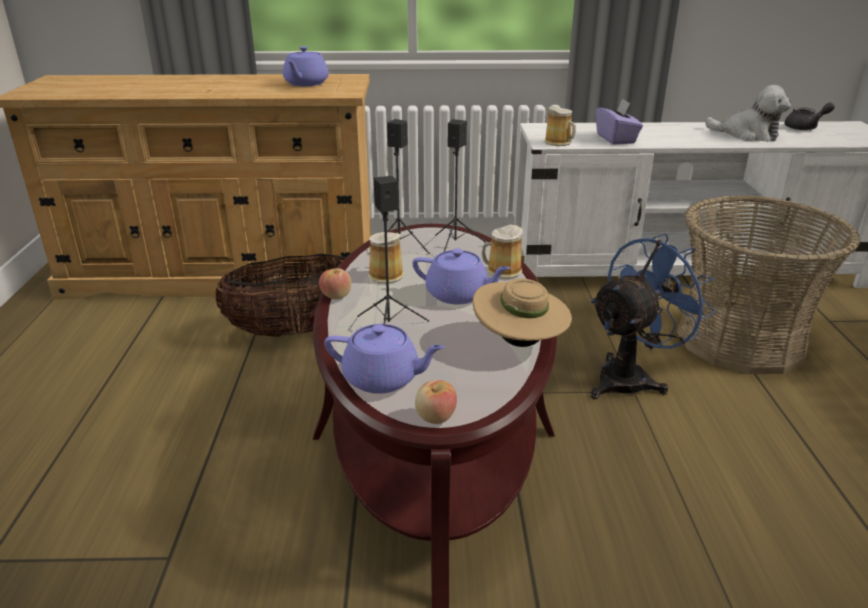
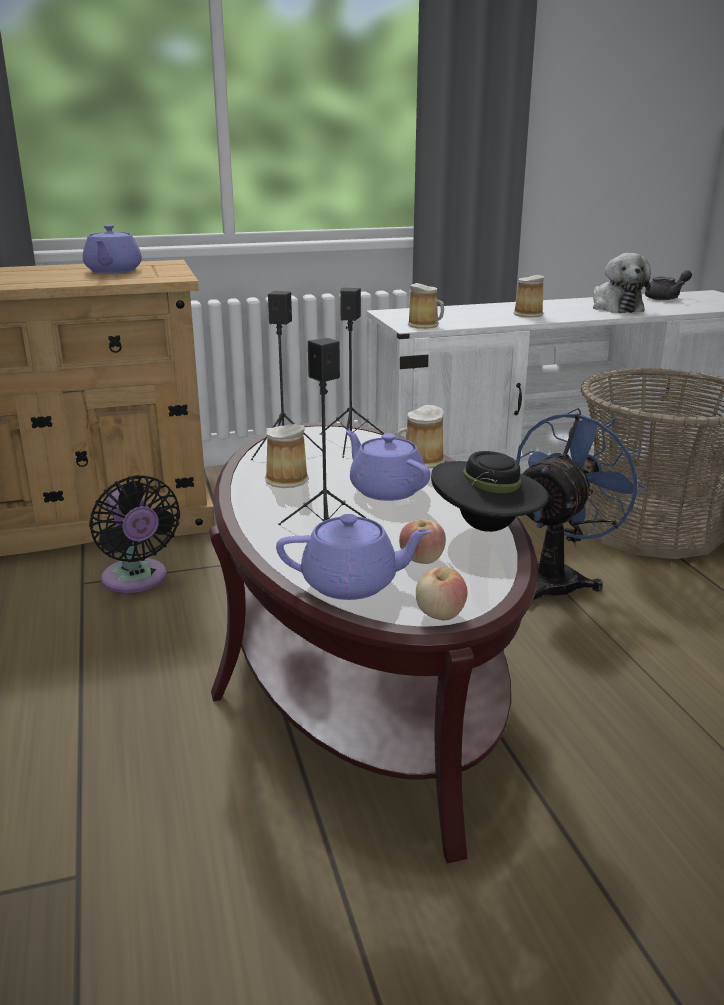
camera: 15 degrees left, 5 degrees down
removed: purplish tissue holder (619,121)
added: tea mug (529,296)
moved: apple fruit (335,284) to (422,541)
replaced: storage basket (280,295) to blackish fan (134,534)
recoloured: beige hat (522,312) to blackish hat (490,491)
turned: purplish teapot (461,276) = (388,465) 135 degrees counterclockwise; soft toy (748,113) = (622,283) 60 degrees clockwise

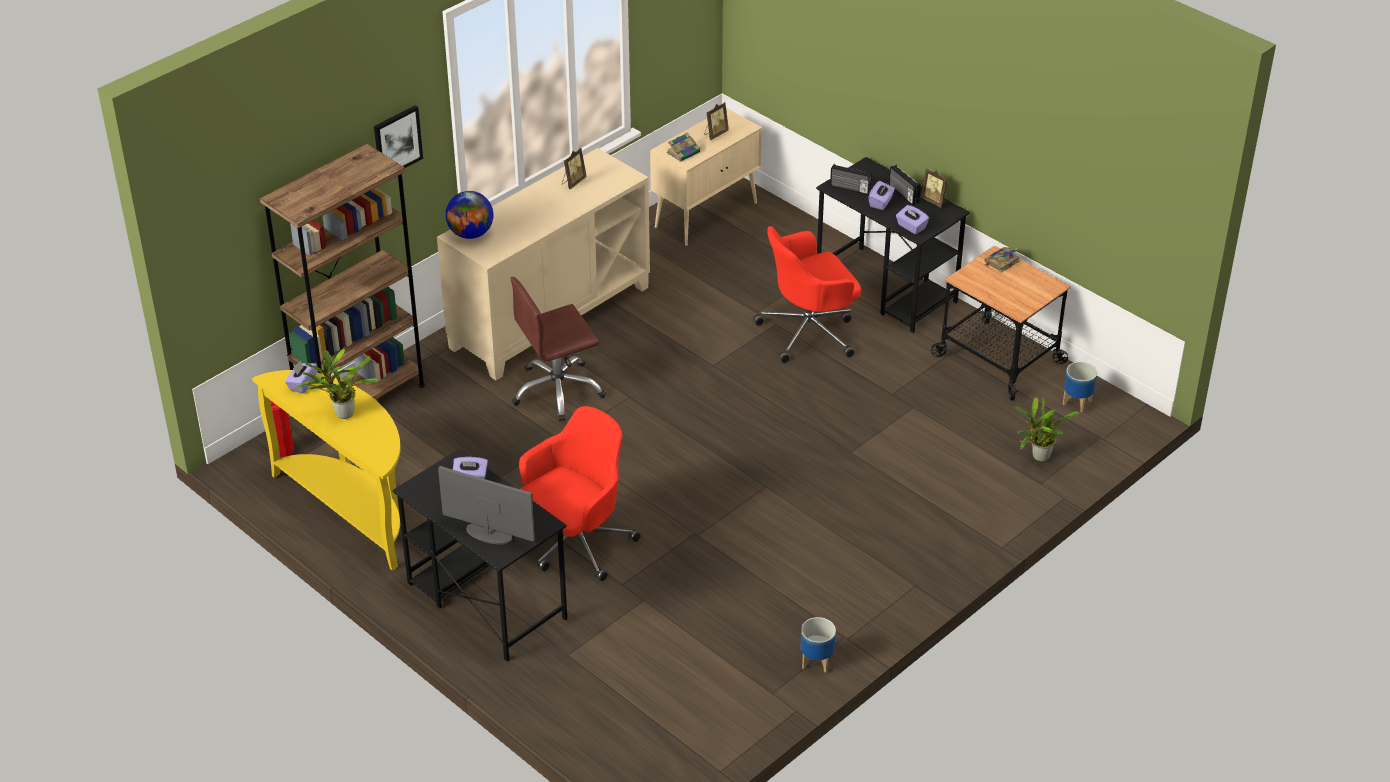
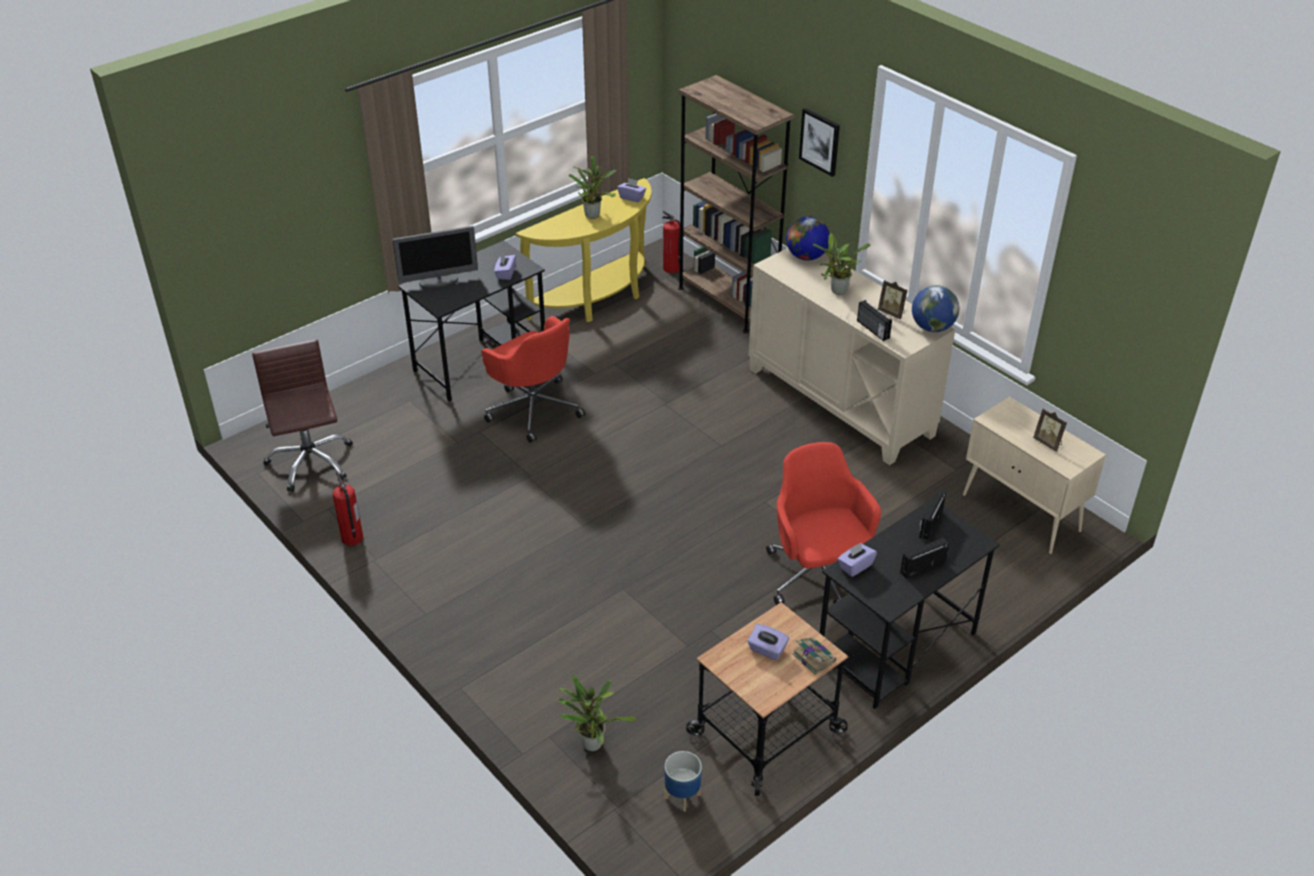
camera: 95 degrees right, 0 degrees up
removed: volume (683,147); picture frame (934,188)
added: potted plant (842,264); radio receiver (874,320); desk globe (935,308)
moved: brown office chair (558,349) to (302,416); purplish tissue holder (882,195) to (768,642)
replaced: flower pot (818,645) to extinguisher (347,509)
turned: computer screen (486,505) = (435,257) 45 degrees clockwise

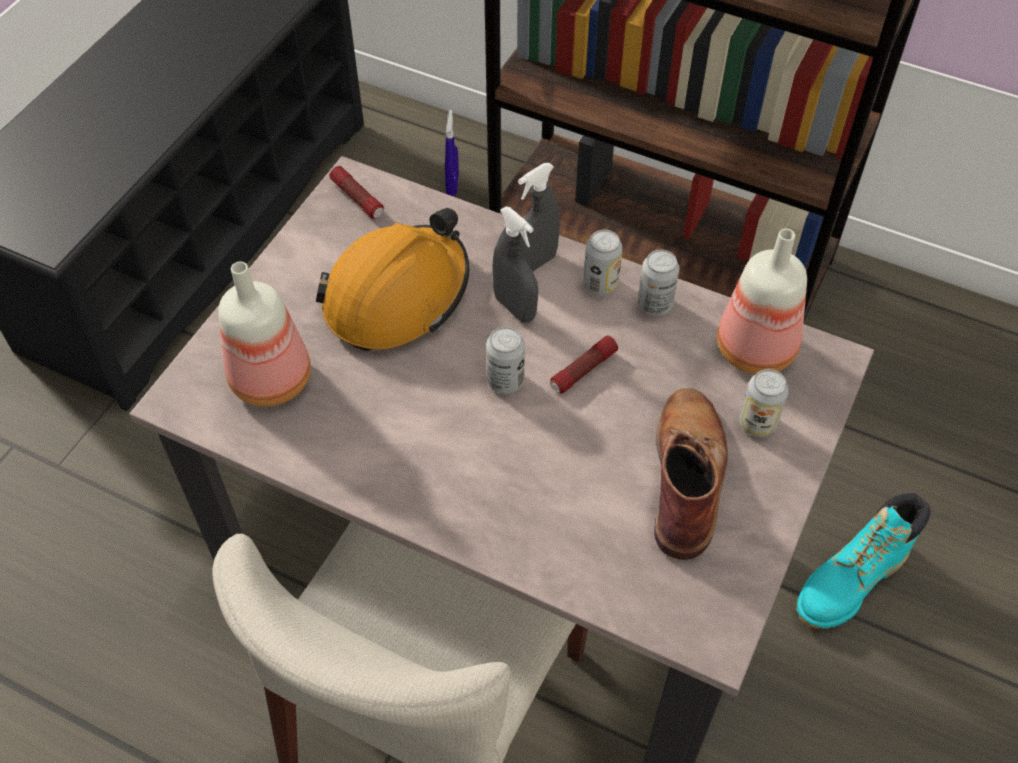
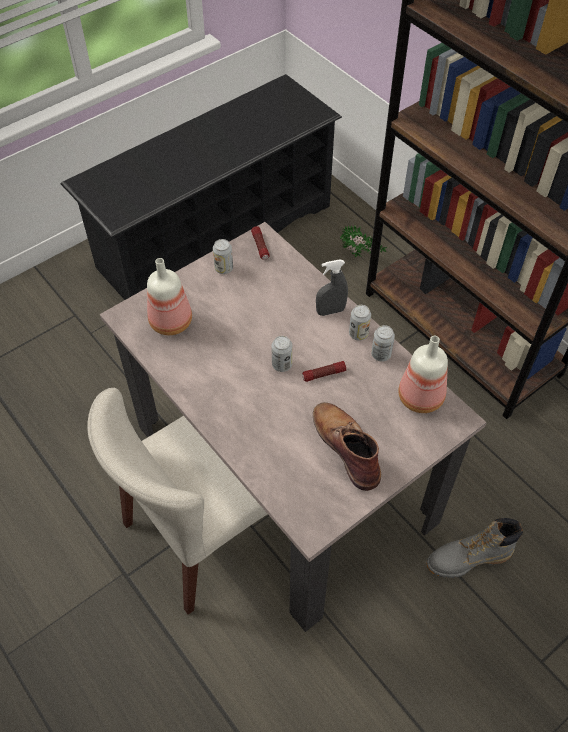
camera: 25 degrees right, 0 degrees up
removed: orange work helmet (392,279); grey hand sprayer (515,264)
moved: metal can (764,403) to (223,256)
replaced: blue hand sprayer (452,153) to potted plant (363,241)
recoloured: turquoise high-top boot (863,561) to grey high-top boot (474,548)
turned: brown high-top boot (691,474) = (347,446) 60 degrees counterclockwise

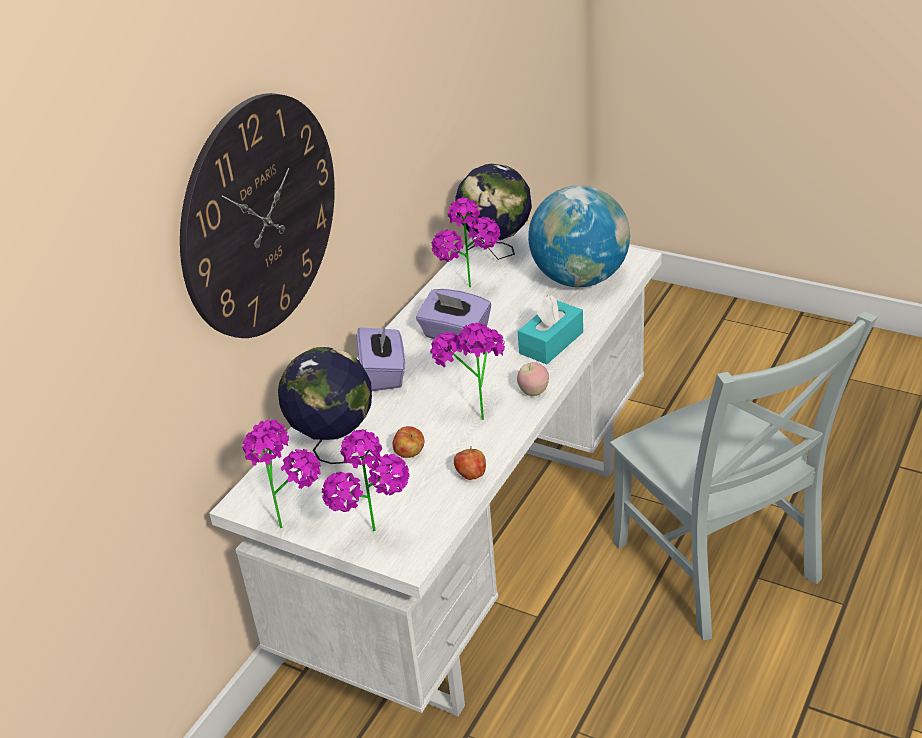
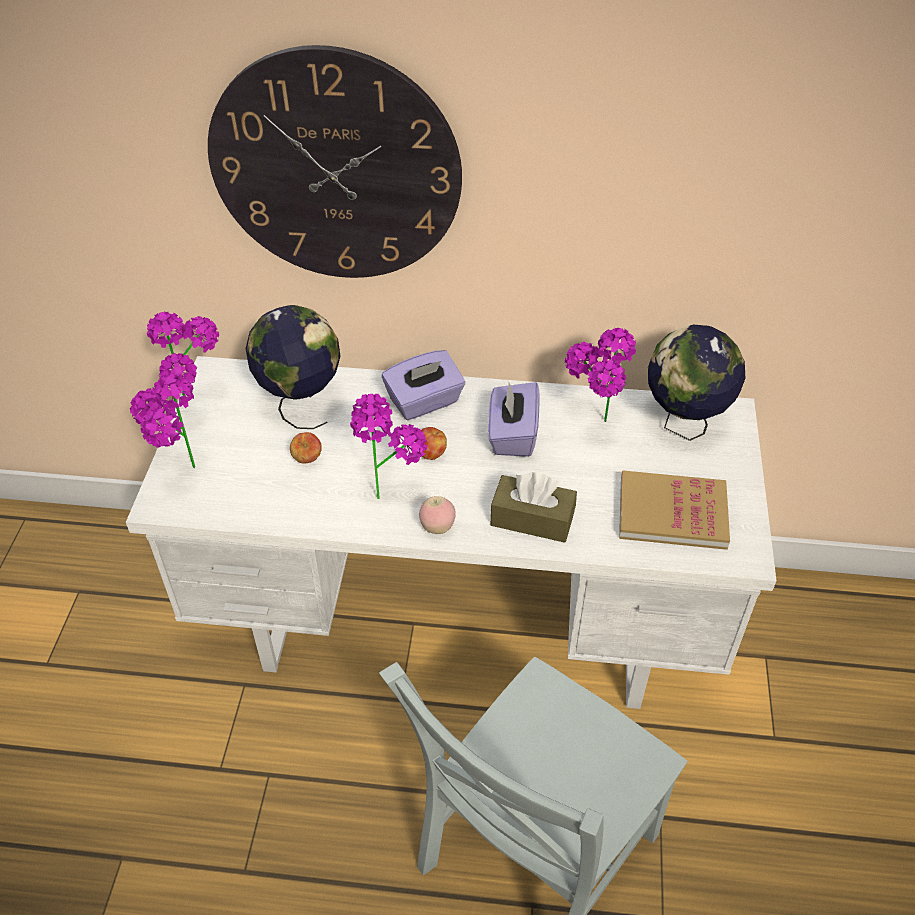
camera: 65 degrees right, 10 degrees up
moved: apple fruit (470,463) to (434,443)
replaced: desk globe (579,236) to volume (674,510)
recoloured: turquoise tissue holder (550,330) to brown tissue holder (533,507)

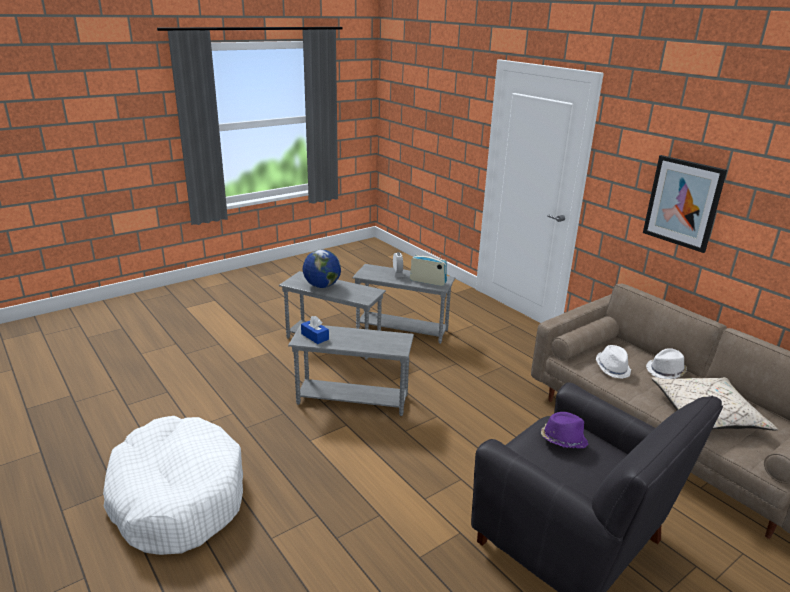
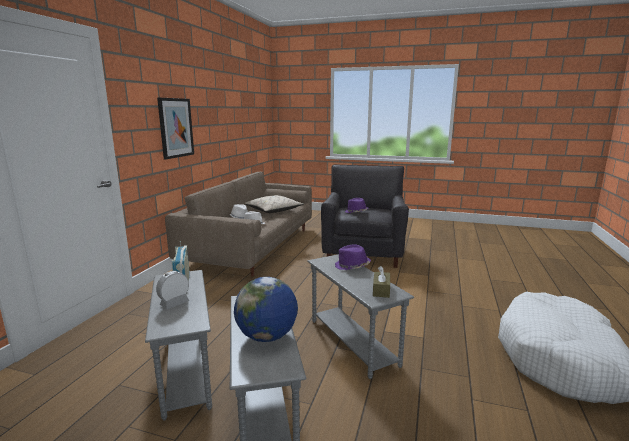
camera: 125 degrees left, 10 degrees down
added: purplish hat (353,257)
recoloured: blue tissue holder (315,330) to brown tissue holder (381,282)

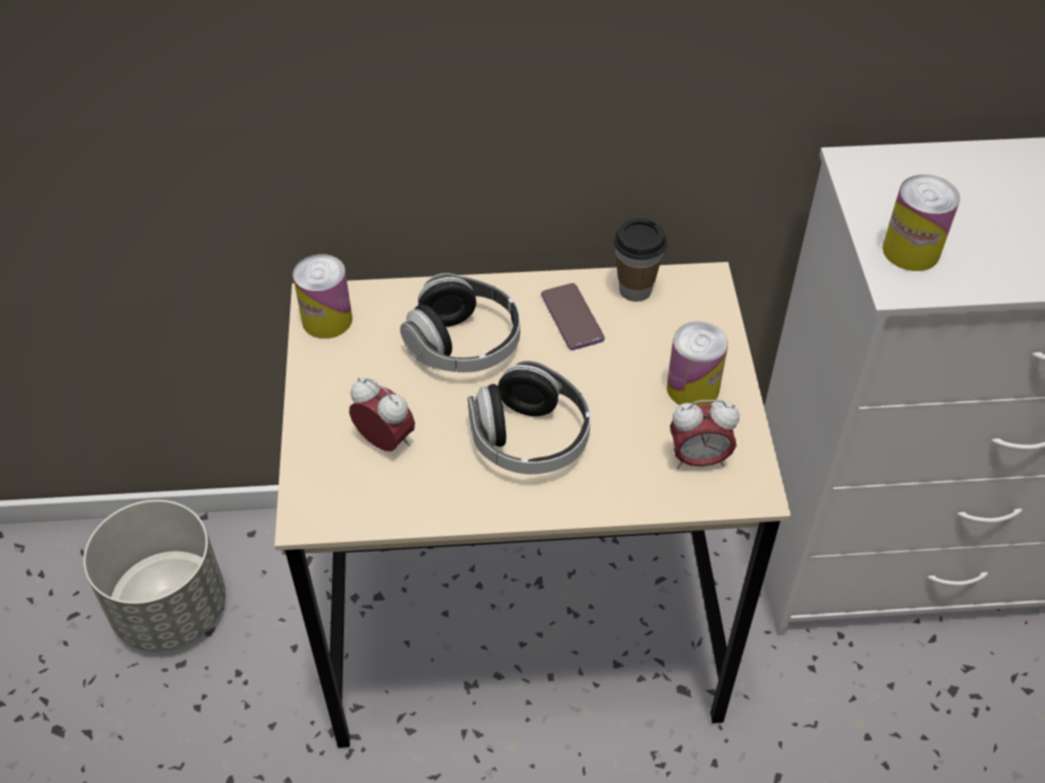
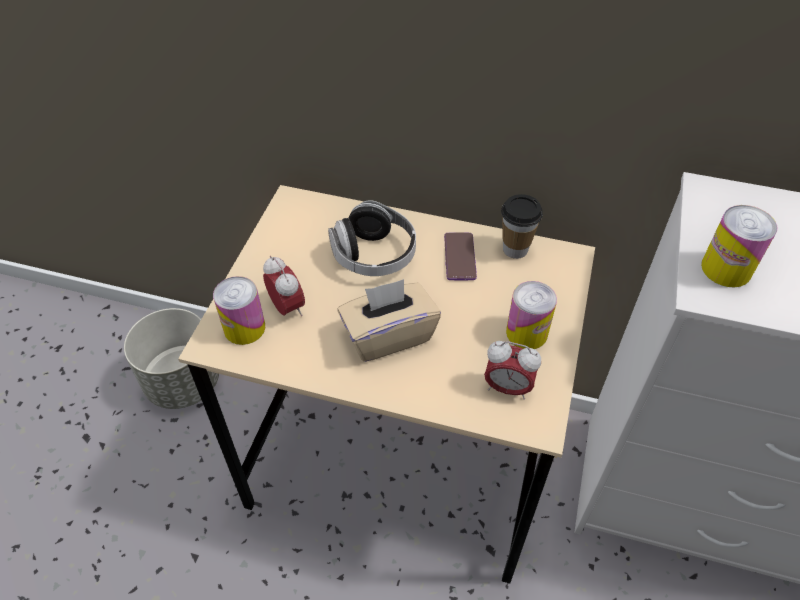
camera: 20 degrees right, 0 degrees up
moved: metal can (322,296) to (239,310)
replaced: pair of headphones (529,417) to beige tissue holder (389,320)

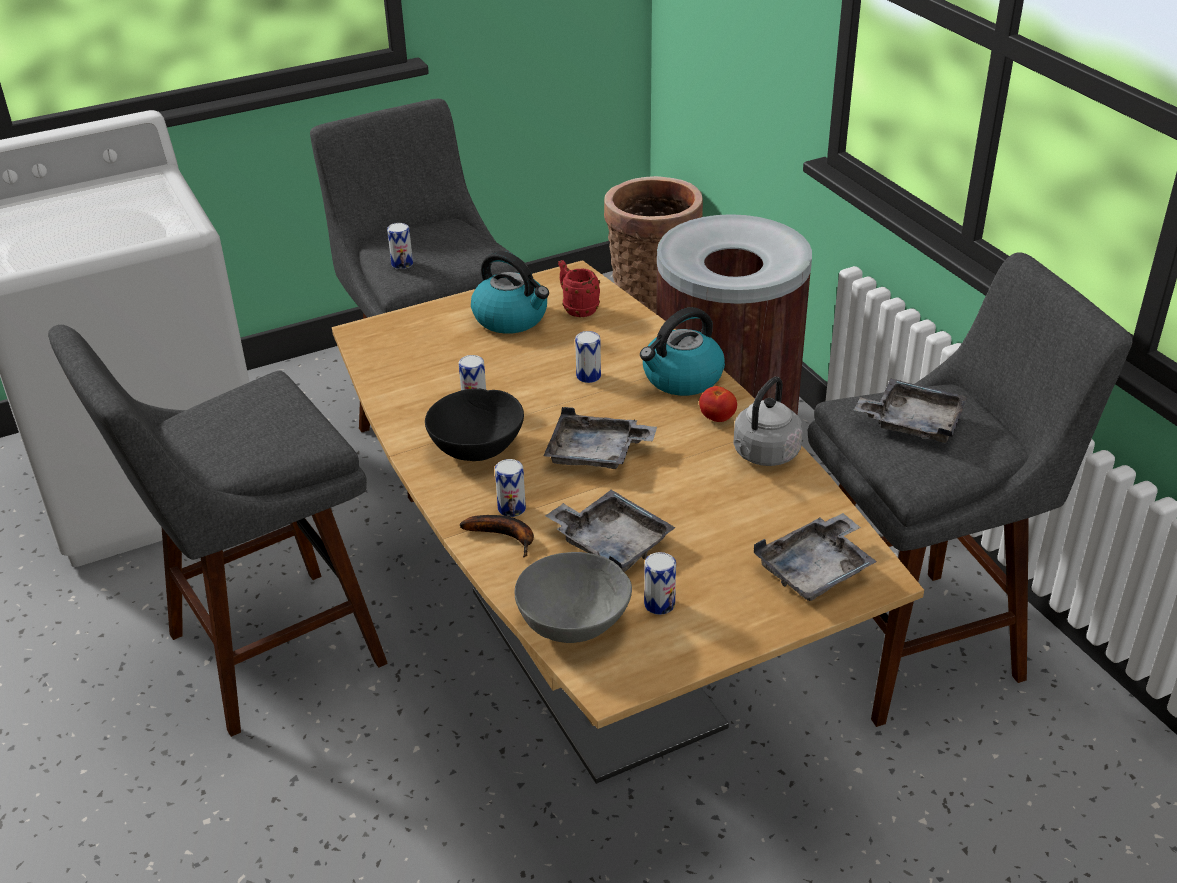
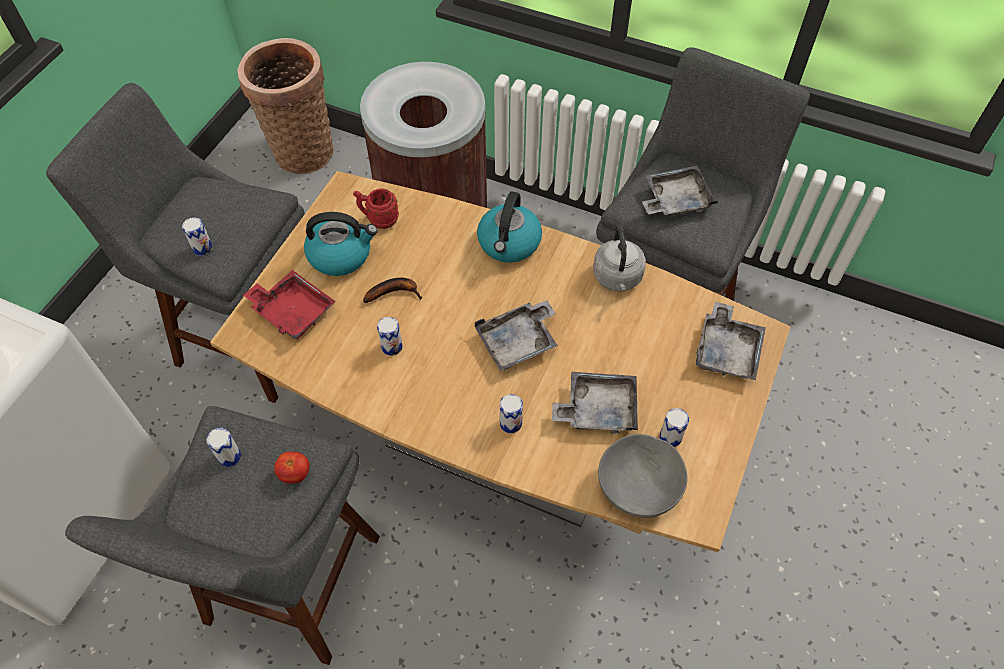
camera: 40 degrees left, 20 degrees up
removed: blackish bowl (474,424)
added: reddish tray (289,304)
moved: banana fruit (497,536) to (392,290); metal can (588,357) to (223,447); tomato (718,404) to (292,467)

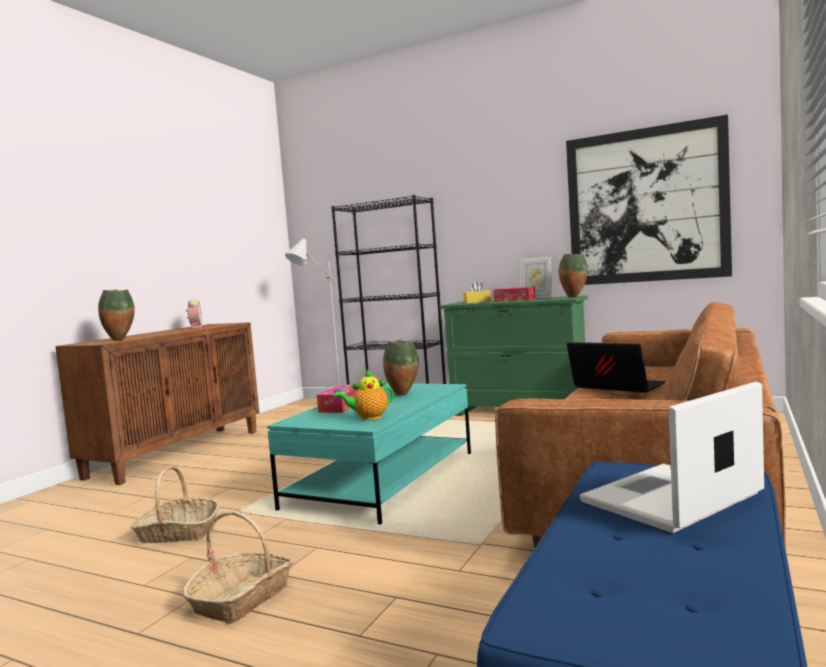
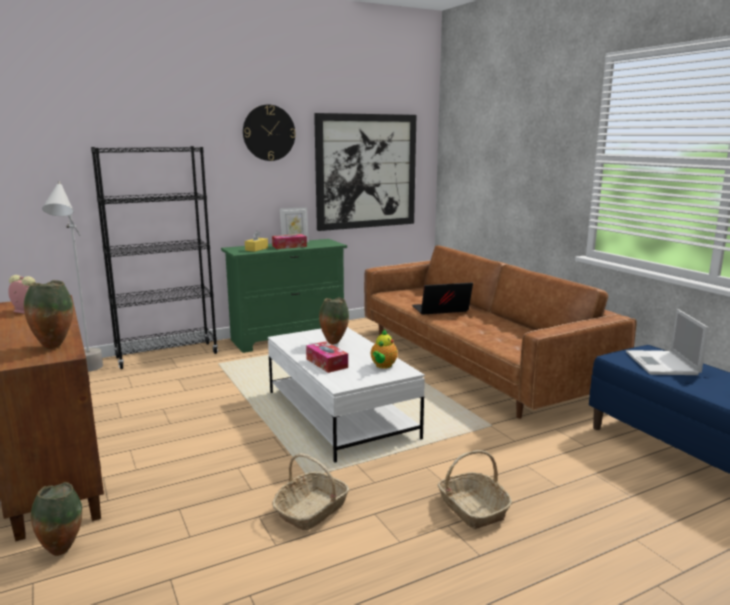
camera: 55 degrees left, 10 degrees up
added: hanging clock (269,133)
moved: vase (573,275) to (56,519)
recoloured: turquoise low table (369,454) to whitish low table (346,395)

